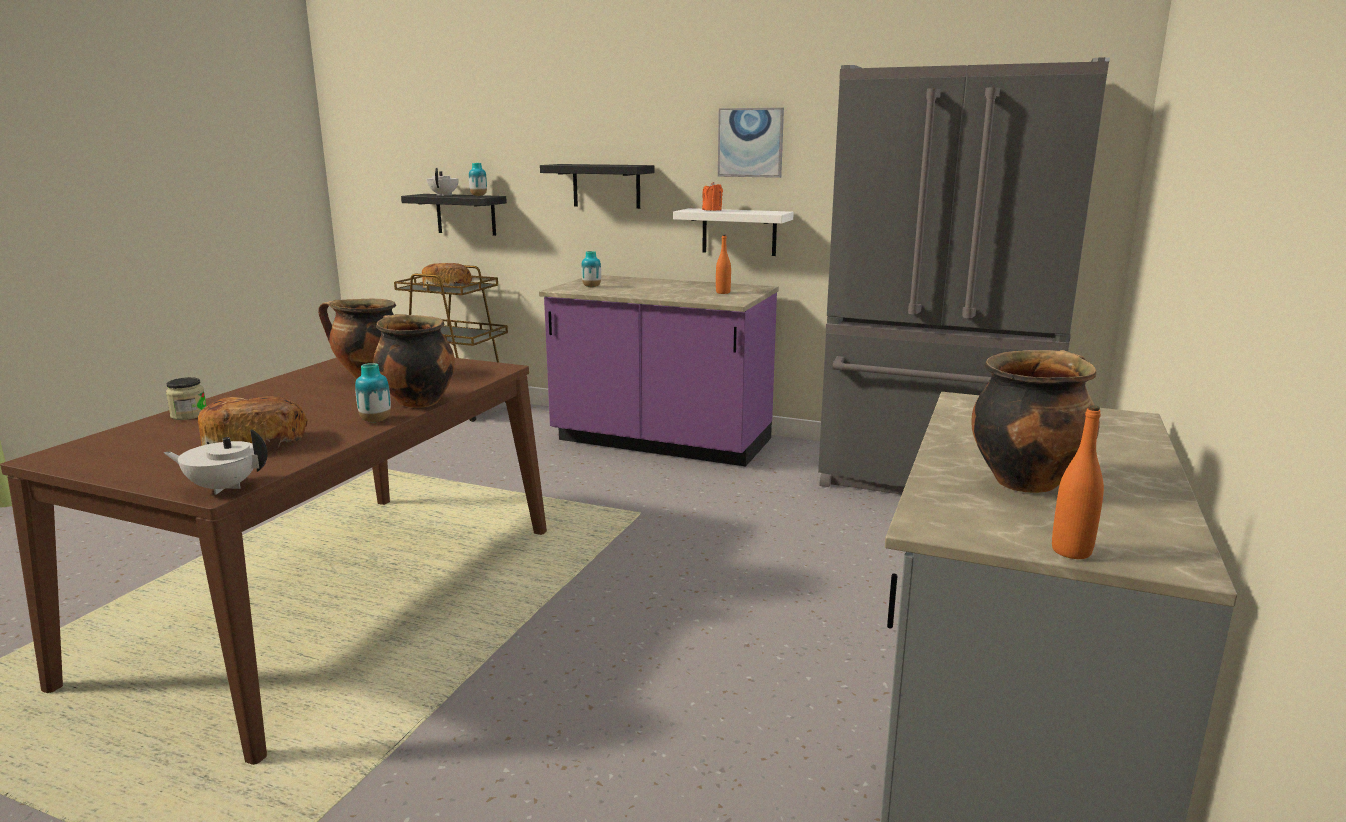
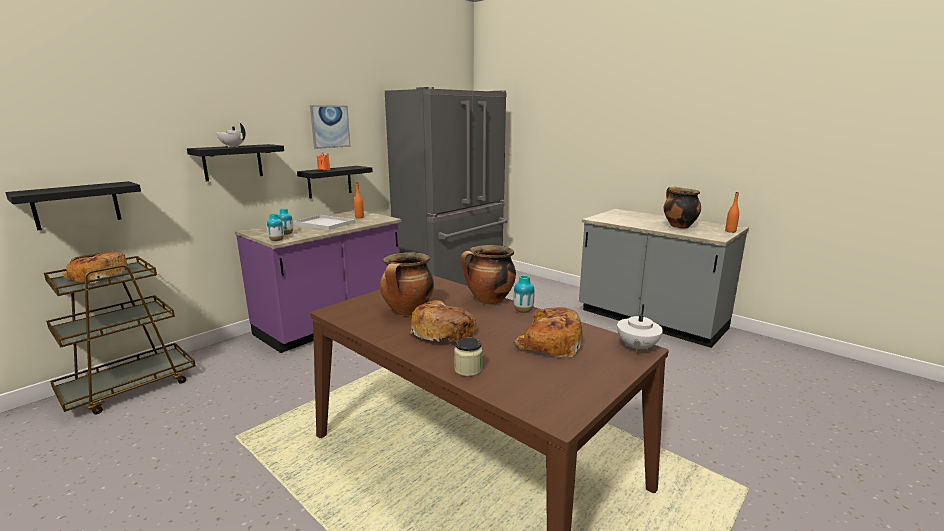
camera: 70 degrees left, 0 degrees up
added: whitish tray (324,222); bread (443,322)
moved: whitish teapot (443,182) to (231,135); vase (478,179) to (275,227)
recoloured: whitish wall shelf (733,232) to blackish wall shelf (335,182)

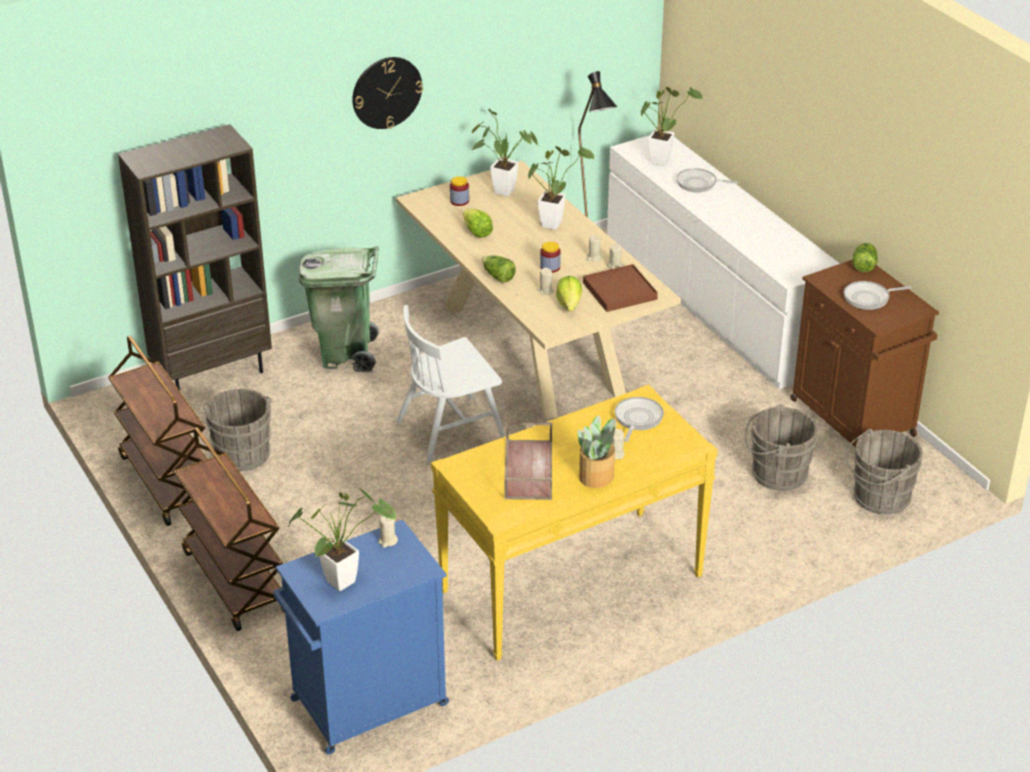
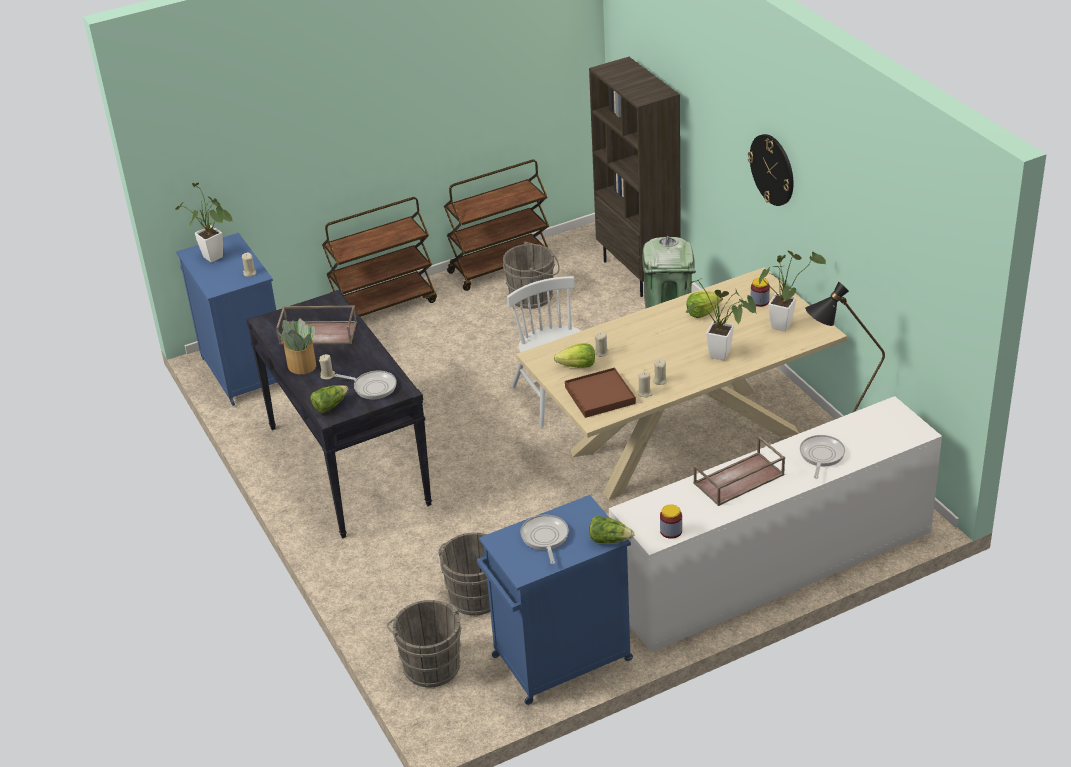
camera: 95 degrees right, 0 degrees up
removed: potted plant (672,126)
added: brown tray (739,471)
moved: head of lettuce (498,269) to (329,399); preserve jar (550,257) to (671,521)
recoloured: yellow-coloured hall table (574,522) to blackish hall table (339,414); brown storage cabinet (865,354) to blue storage cabinet (555,600)

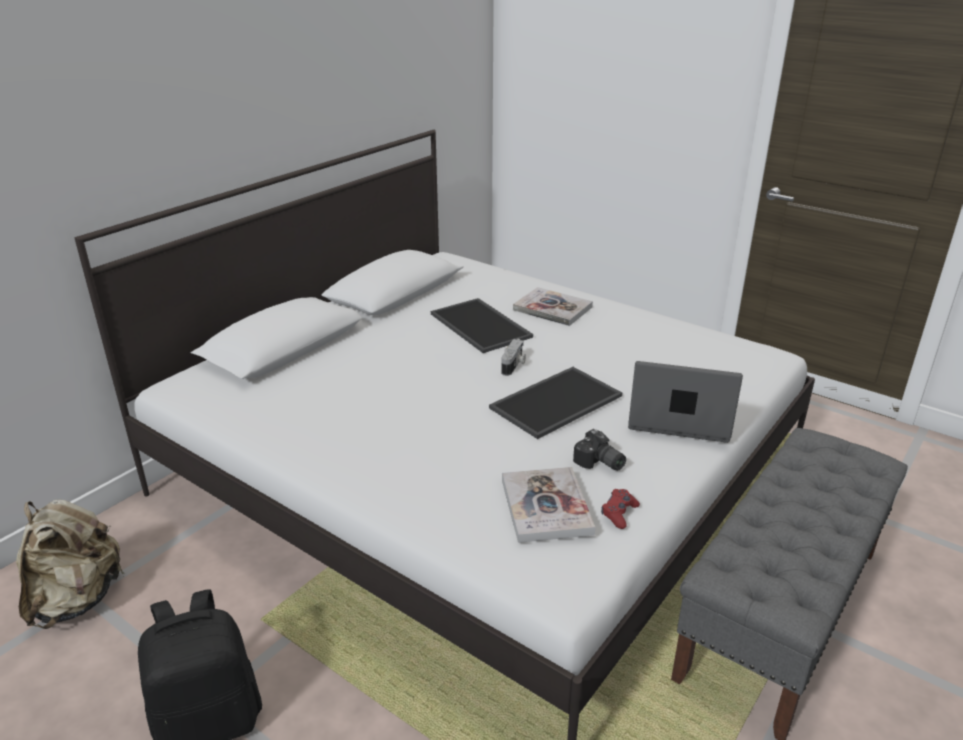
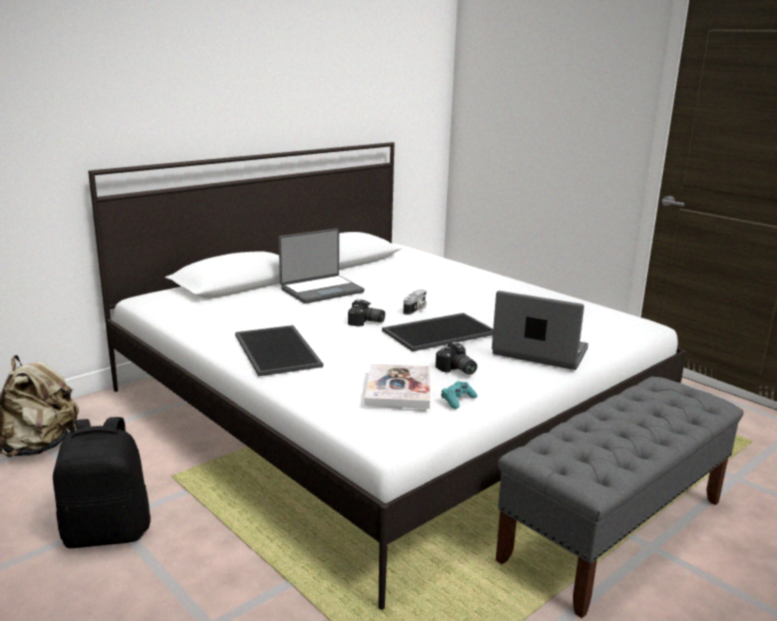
camera: 10 degrees right, 10 degrees down
removed: volume (553,306)
added: portable computer (321,266); still camera (366,312)
moved: tray (482,325) to (279,351)
recoloured: reddish gamepad (620,509) to turquoise gamepad (459,395)

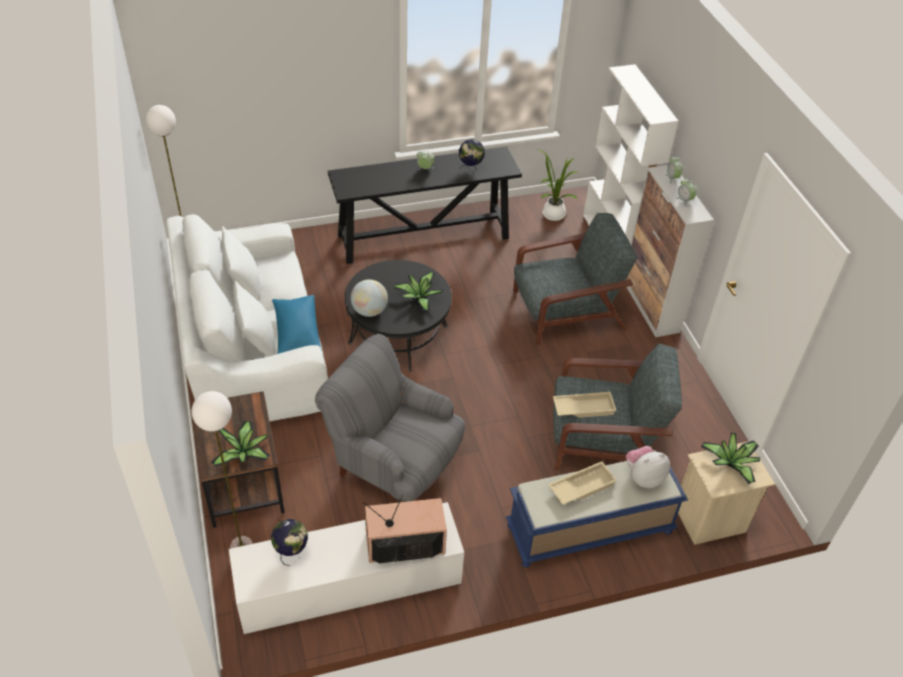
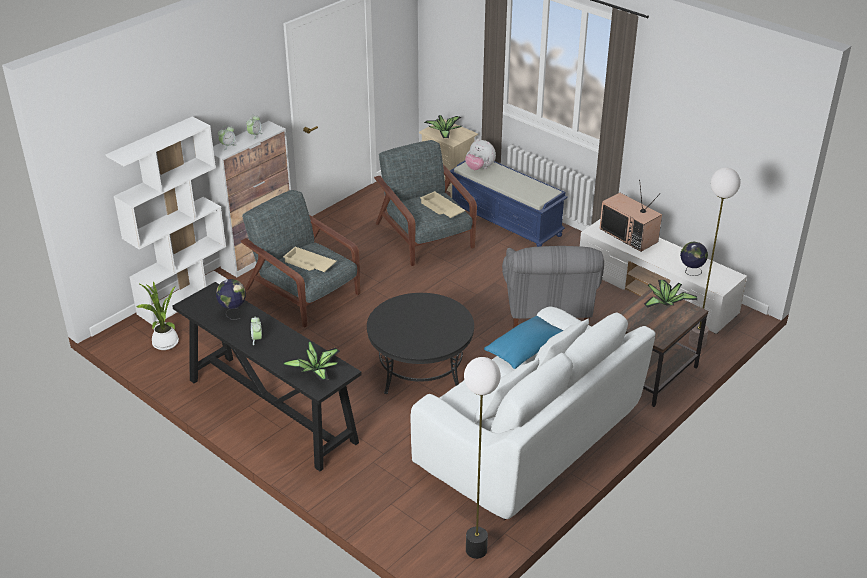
camera: 120 degrees left, 10 degrees down
removed: desk globe (369,298)
moved: potted plant (418,291) to (311,361); beige tray (582,483) to (309,259)

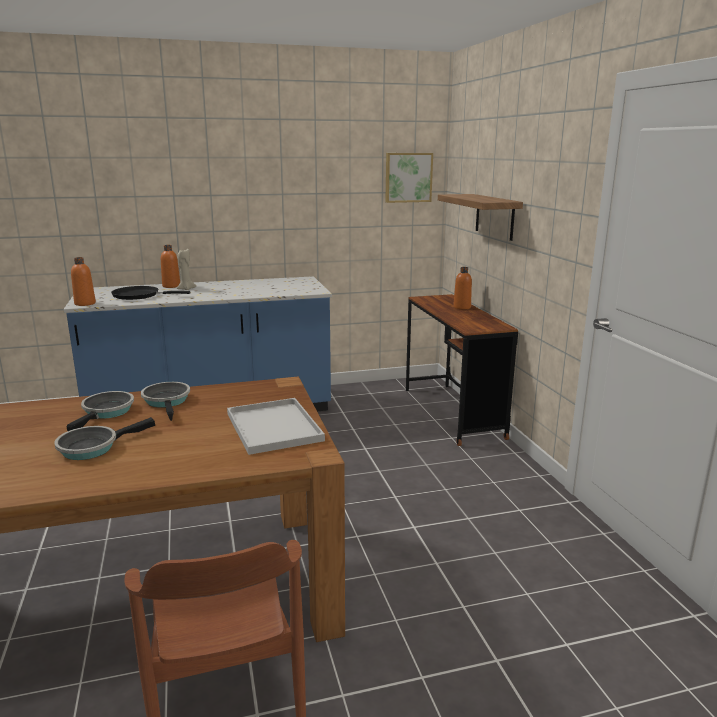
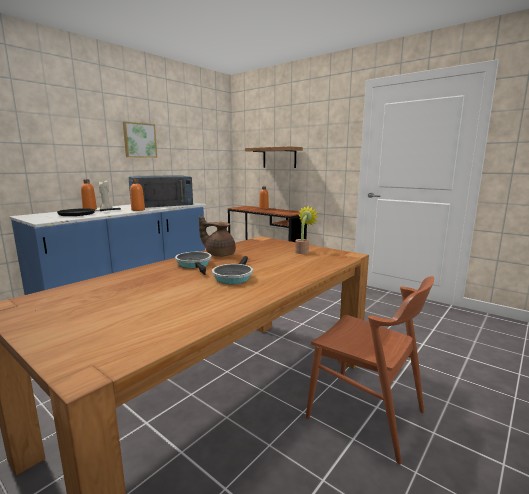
camera: 35 degrees left, 5 degrees down
added: blue microwave oven (161,191)
moved: orange beverage bottle (83,281) to (137,195); picture (409,178) to (140,140)
replaced: frying pan (165,401) to brown teapot (217,236); whitish tray (276,426) to potted plant (307,230)

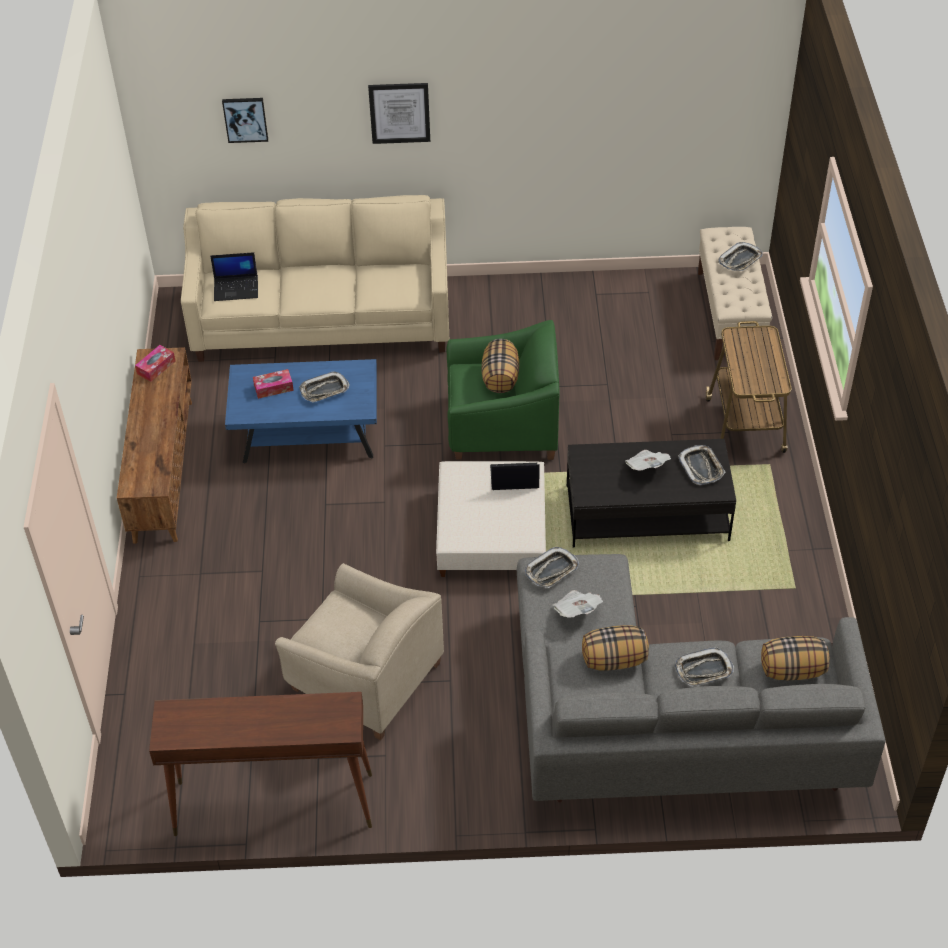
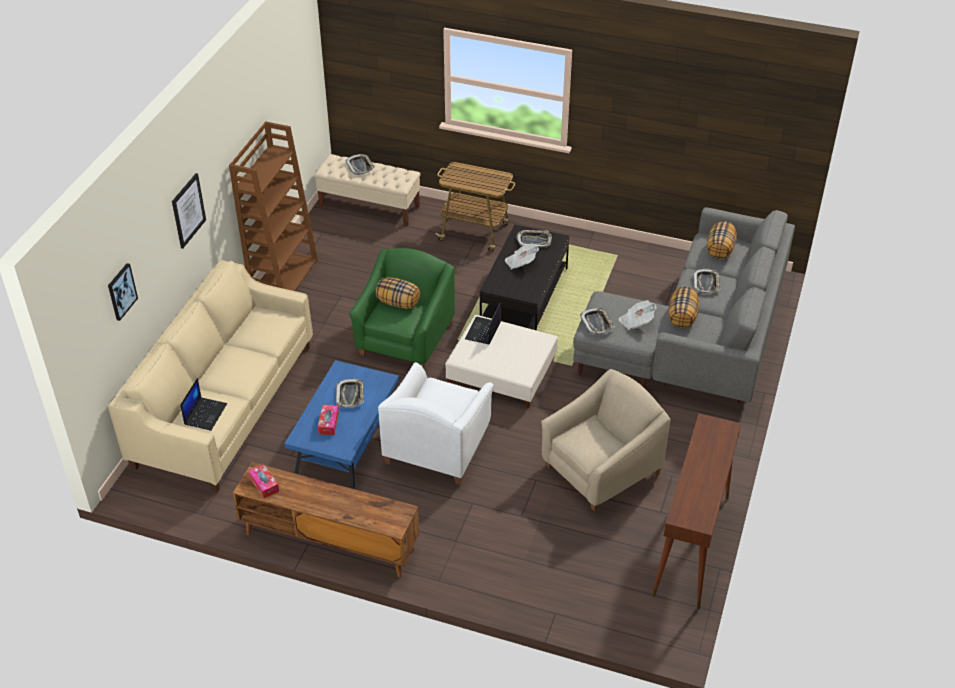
camera: 70 degrees left, 5 degrees down
added: brown bookcase (273,206); whitish lounge chair (436,423)

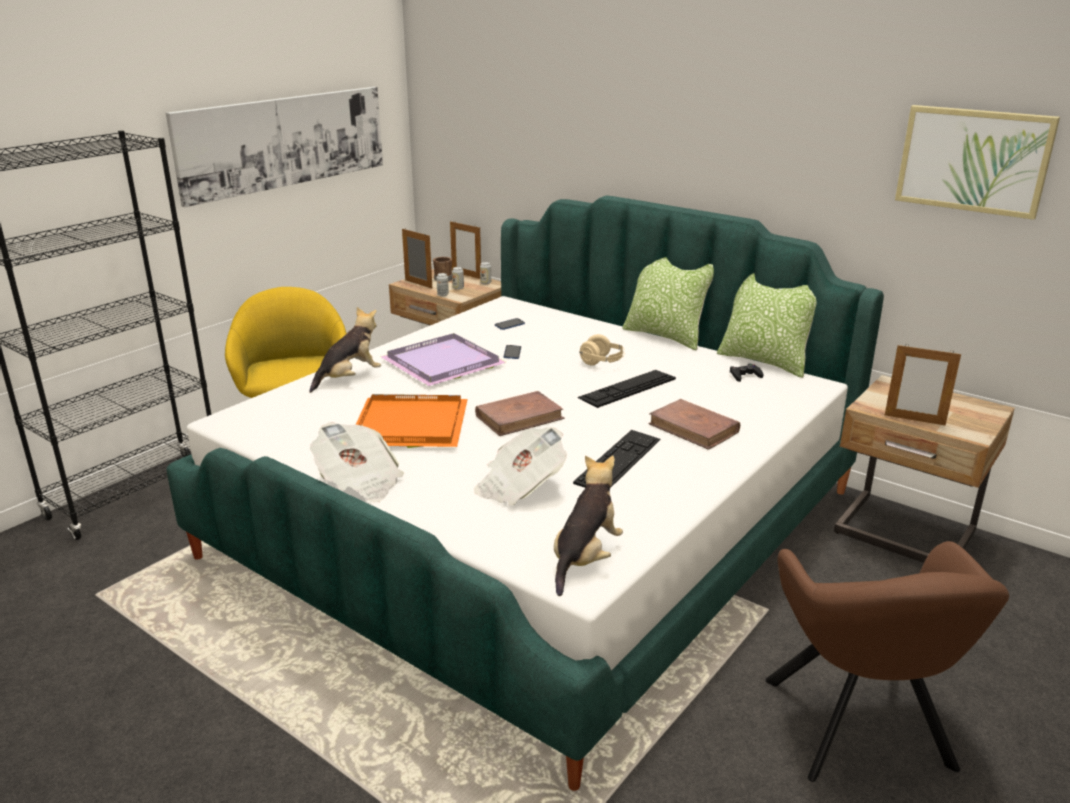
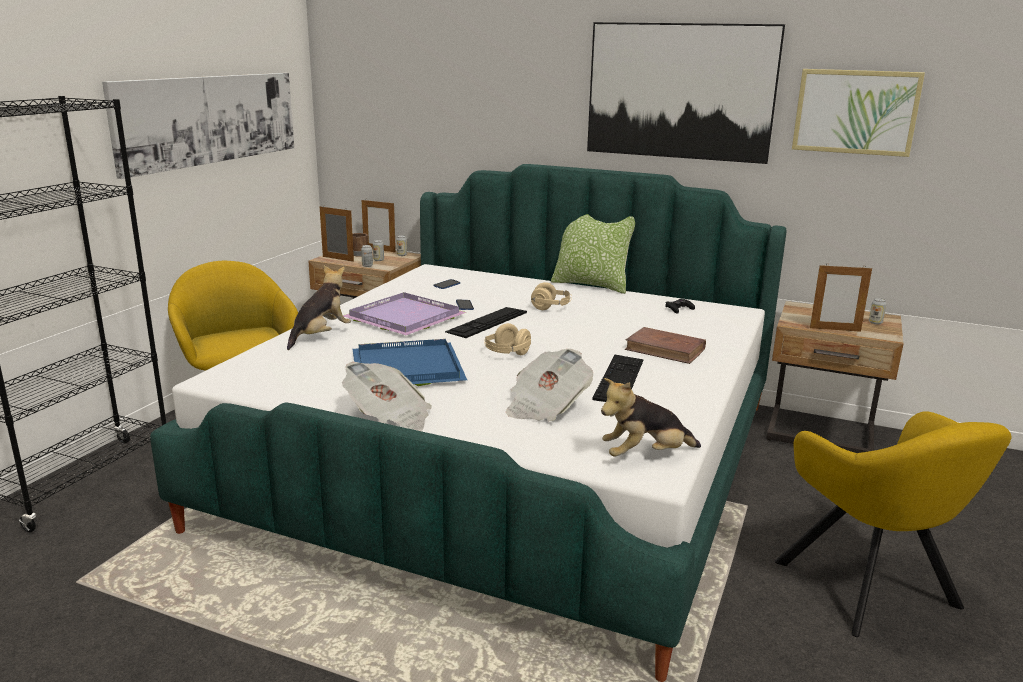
camera: 15 degrees left, 5 degrees down
removed: throw pillow (767,325)
added: picture (686,93); metal can (877,311)
moved: computer keyboard (627,389) to (486,322)
replaced: brown volume (520,413) to beige pair of headphones (507,339)
recoloured: orange tray (412,421) to blue tray (410,362); brown lounge chair (887,661) to yellow-coloured lounge chair (893,524)
turned: soft toy (588,526) = (651,417) 120 degrees counterclockwise

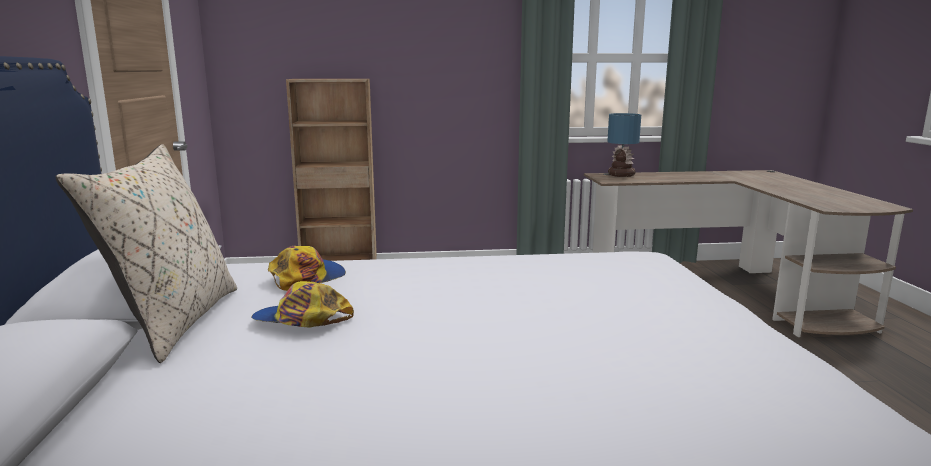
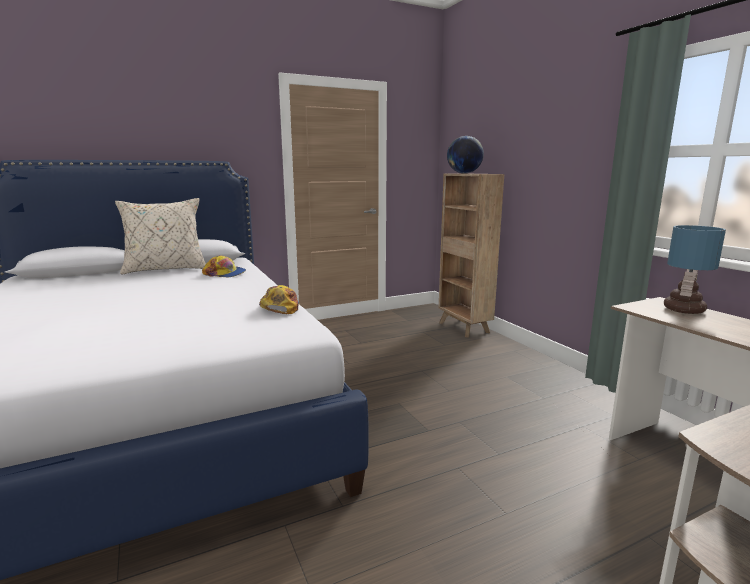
camera: 70 degrees right, 0 degrees up
added: desk globe (465,154)
moved: baseball cap (302,304) to (279,299)

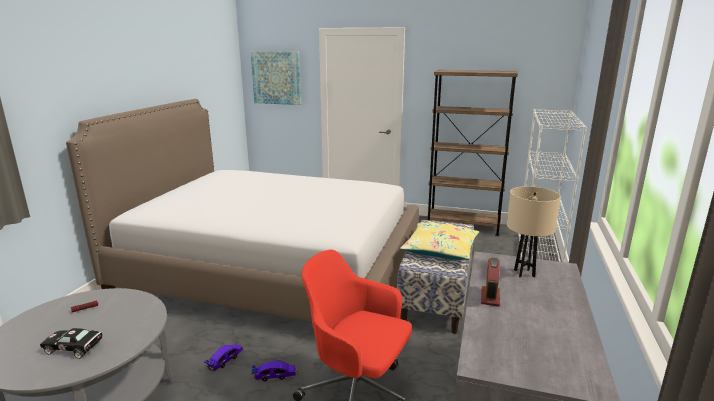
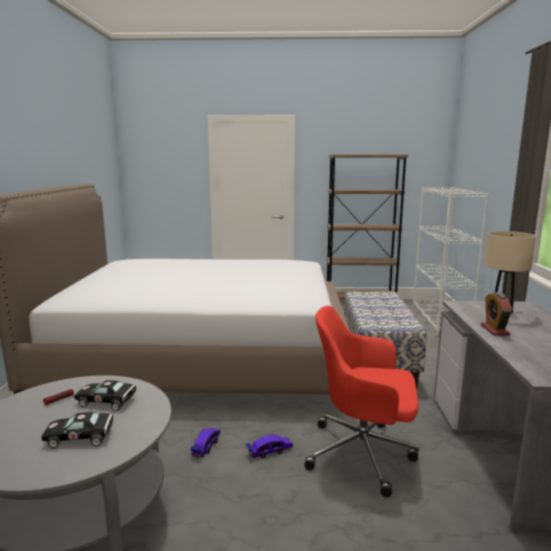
camera: 15 degrees left, 5 degrees down
removed: picture (276,78); yellow-coloured throw pillow (439,241)
added: blackish miniature car (105,395)

